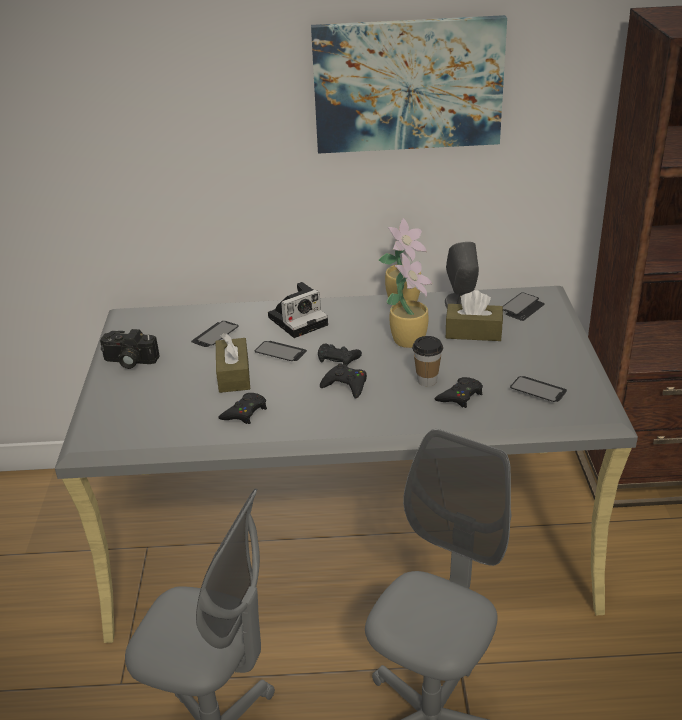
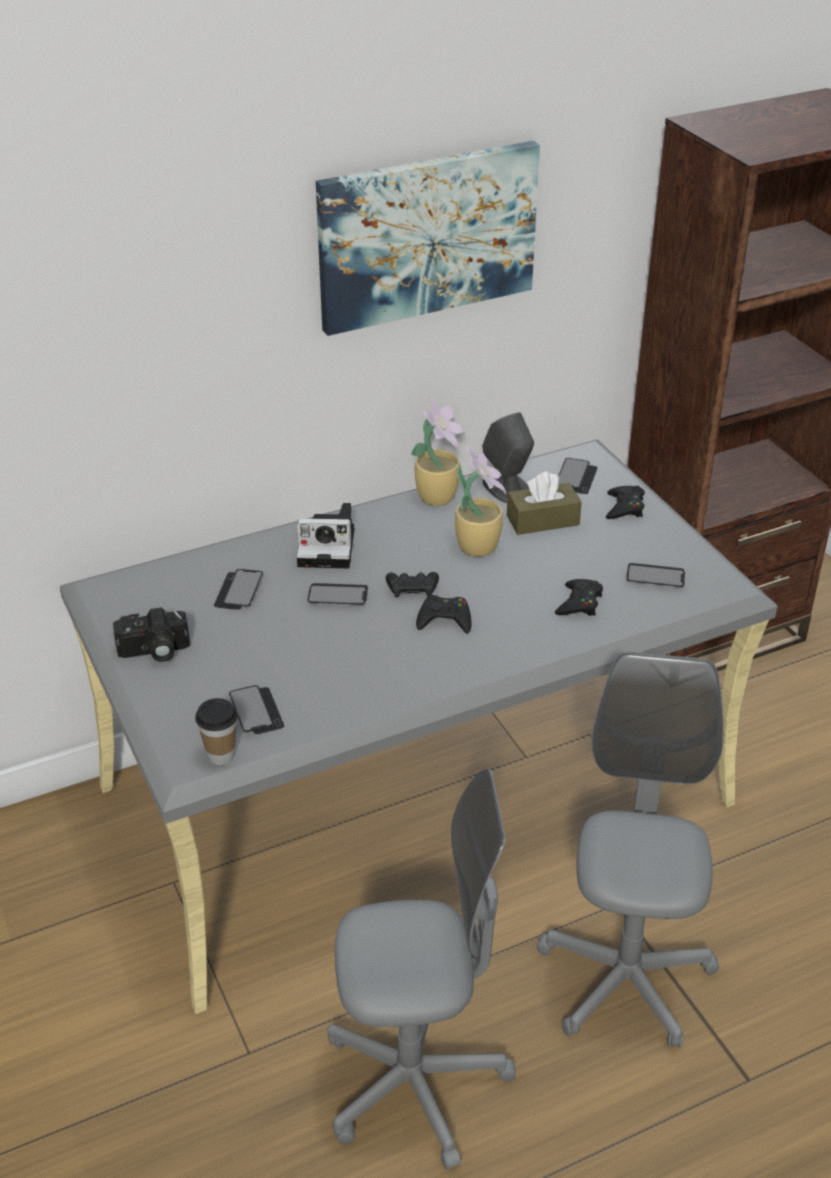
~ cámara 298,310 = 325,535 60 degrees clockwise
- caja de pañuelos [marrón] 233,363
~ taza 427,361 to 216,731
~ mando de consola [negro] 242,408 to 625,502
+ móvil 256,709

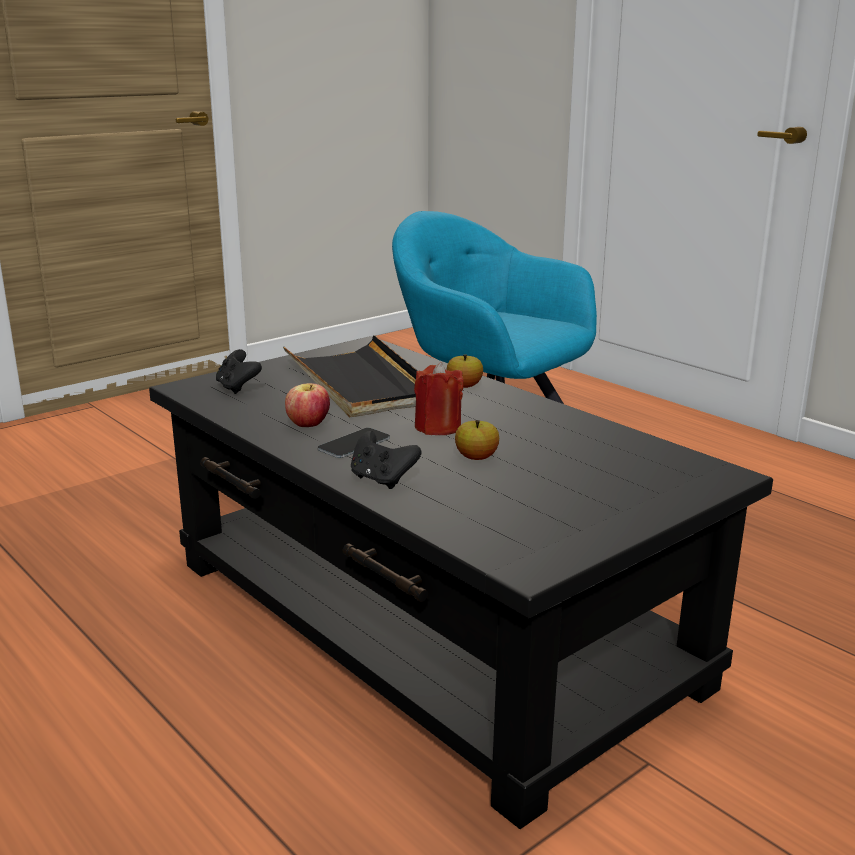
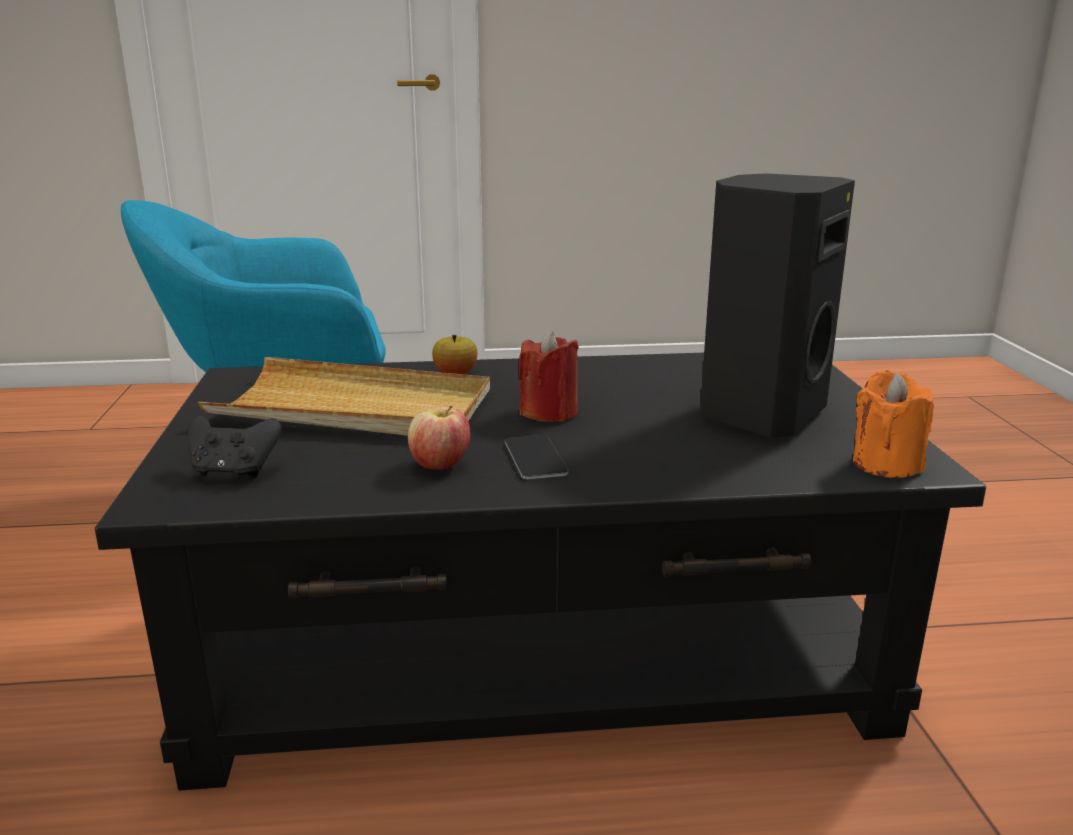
~ bandeja [negro] 350,376 to bandeja [beis] 344,396
- manzana 477,440
- mando de consola [negro] 386,460
+ altavoz [negro] 777,305
+ vela [naranja] 893,424

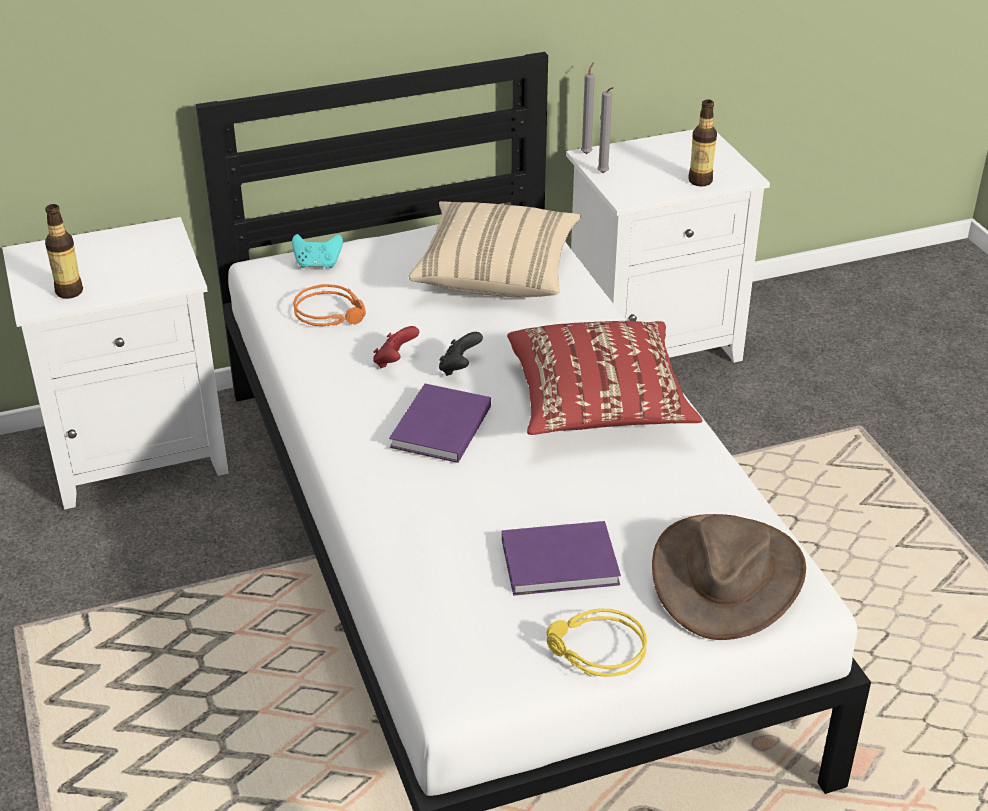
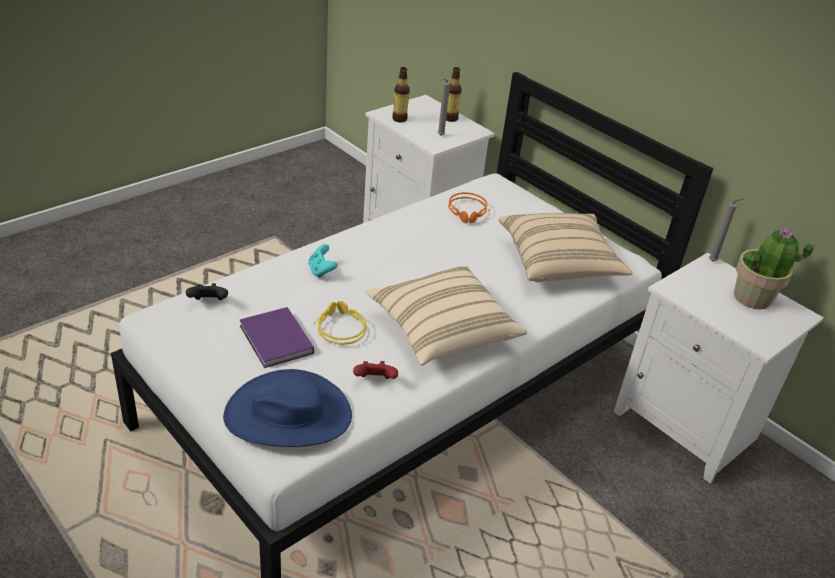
~ vela [gris] 605,130 to 444,107
~ botella 702,143 to 454,94
~ mando de consola [turquesa] 317,251 to 323,261
~ cojín [rojo] 604,378 to cojín [beis] 446,316
~ mando de consola [rojo] 396,347 to 375,370
~ mando de consola [negro] 461,354 to 207,291
- libro [morado] 440,423
~ sombrero [marrón] 729,577 to sombrero [azul] 287,408
~ auriculares [amarillo] 596,643 to 339,323
+ planta en maceta 774,269

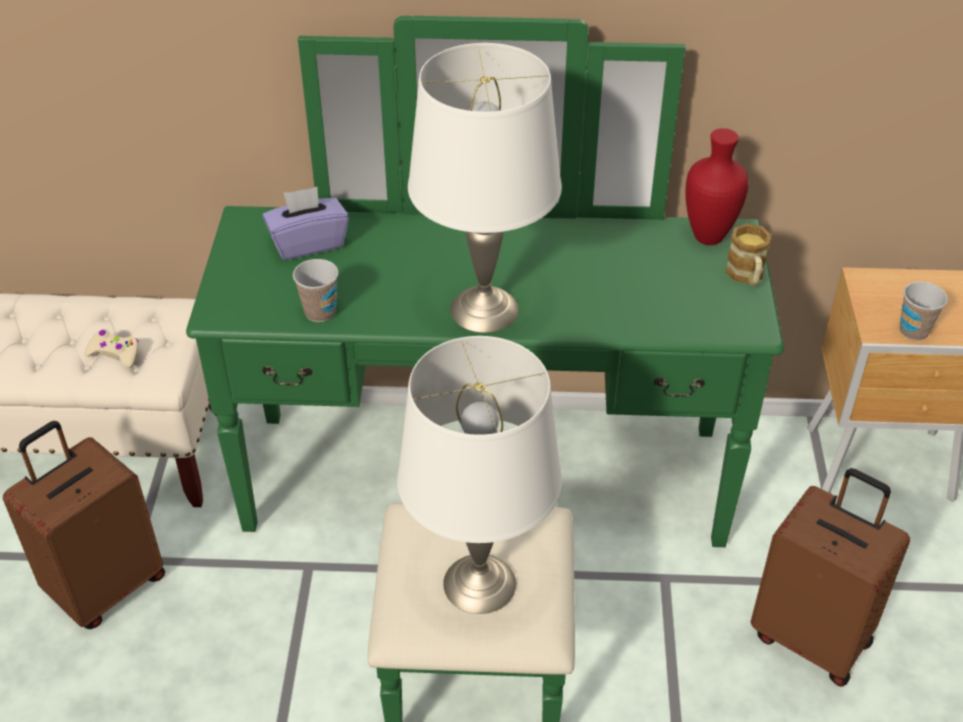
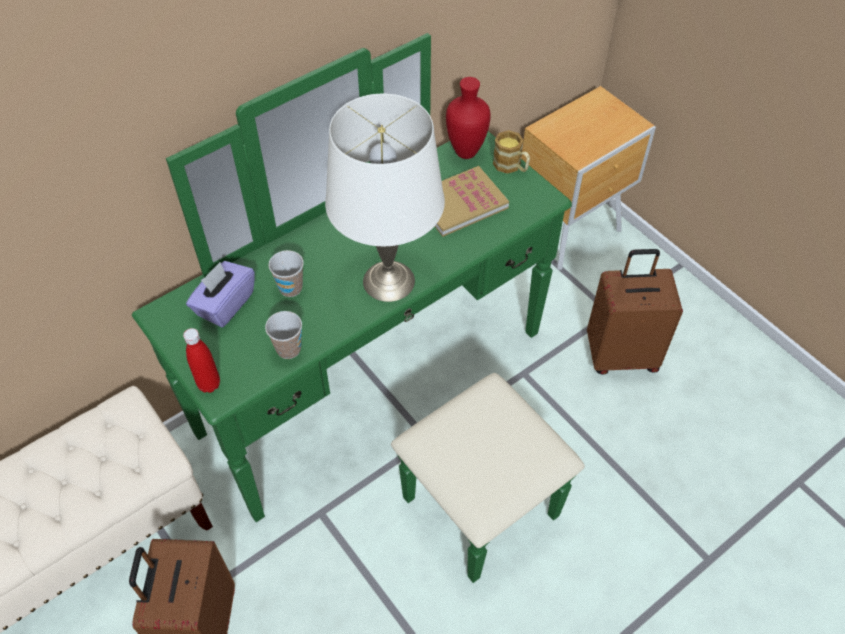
~ taza 924,311 to 286,273
- mando de consola [beis] 111,348
- lámpara de mesa [blanco] 479,475
+ libro 472,201
+ botella [rojo] 201,360

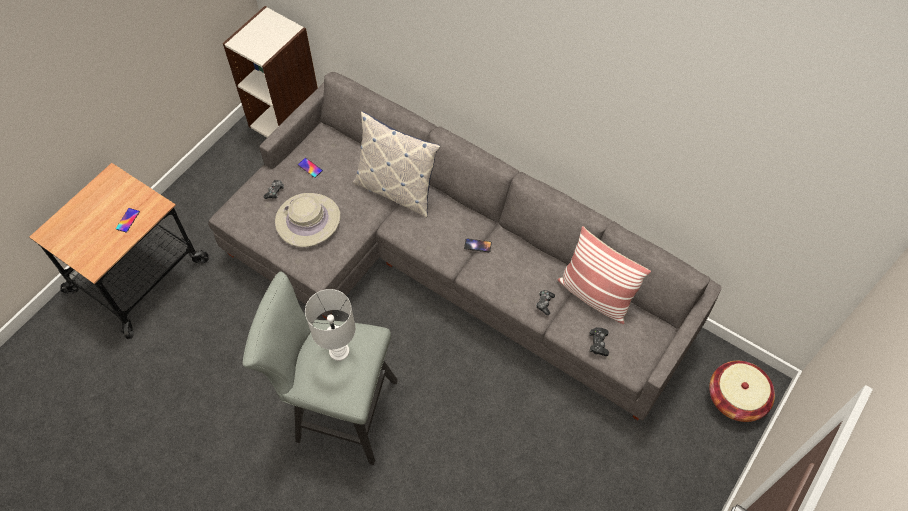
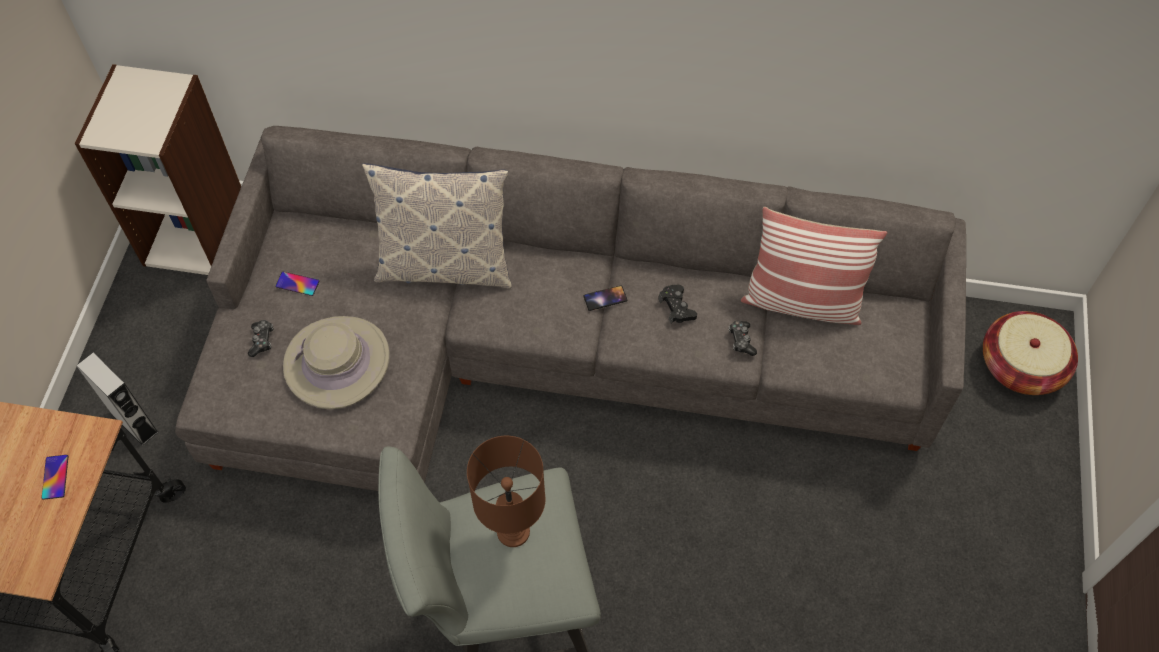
~ lámpara de mesa [blanco] 330,325 to lámpara de mesa [marrón] 506,491
~ mando de consola [negro] 599,341 to 677,304
+ altavoz [gris] 117,399

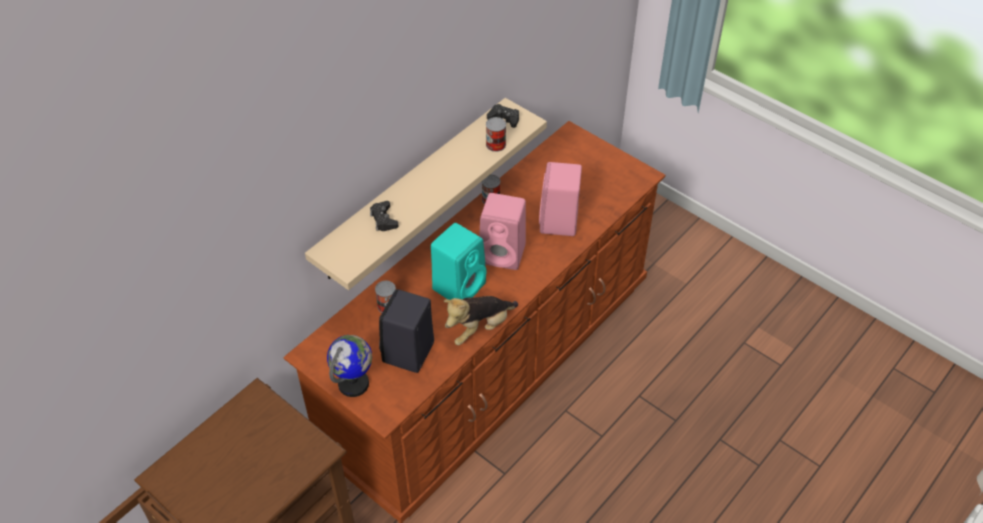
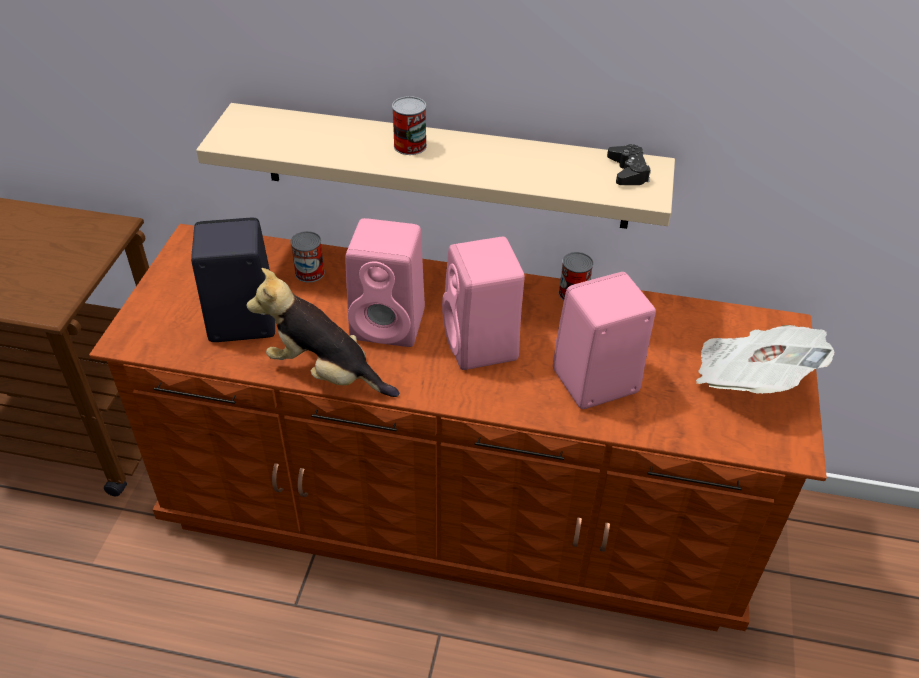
~ lata 496,134 to 409,125
- mando de consola [negro] 384,216
~ altavoz [turquesa] 459,261 to altavoz [rosa] 385,282
- globo terráqueo 349,366
+ periódico 765,359

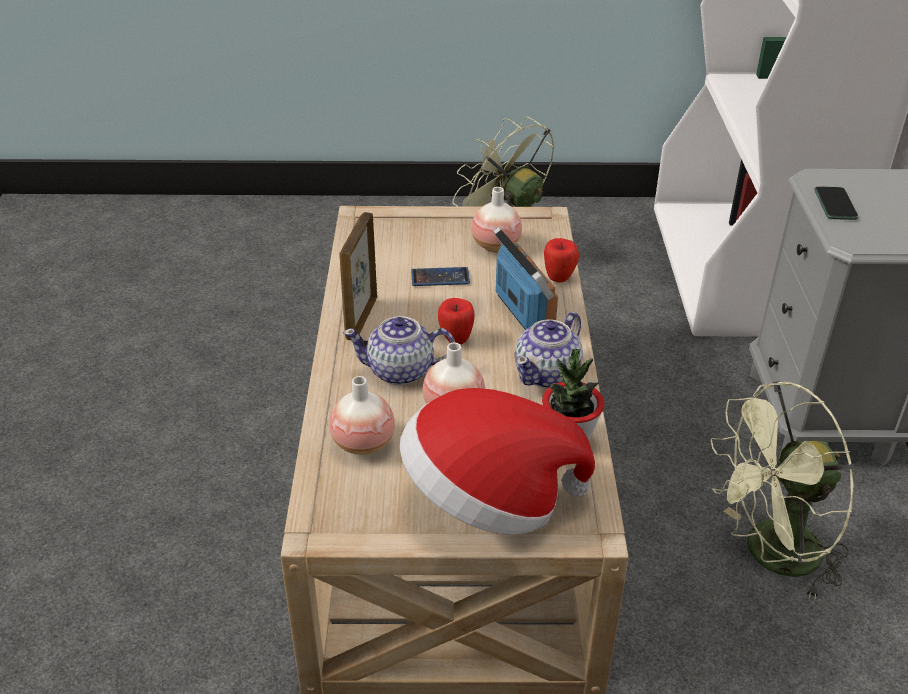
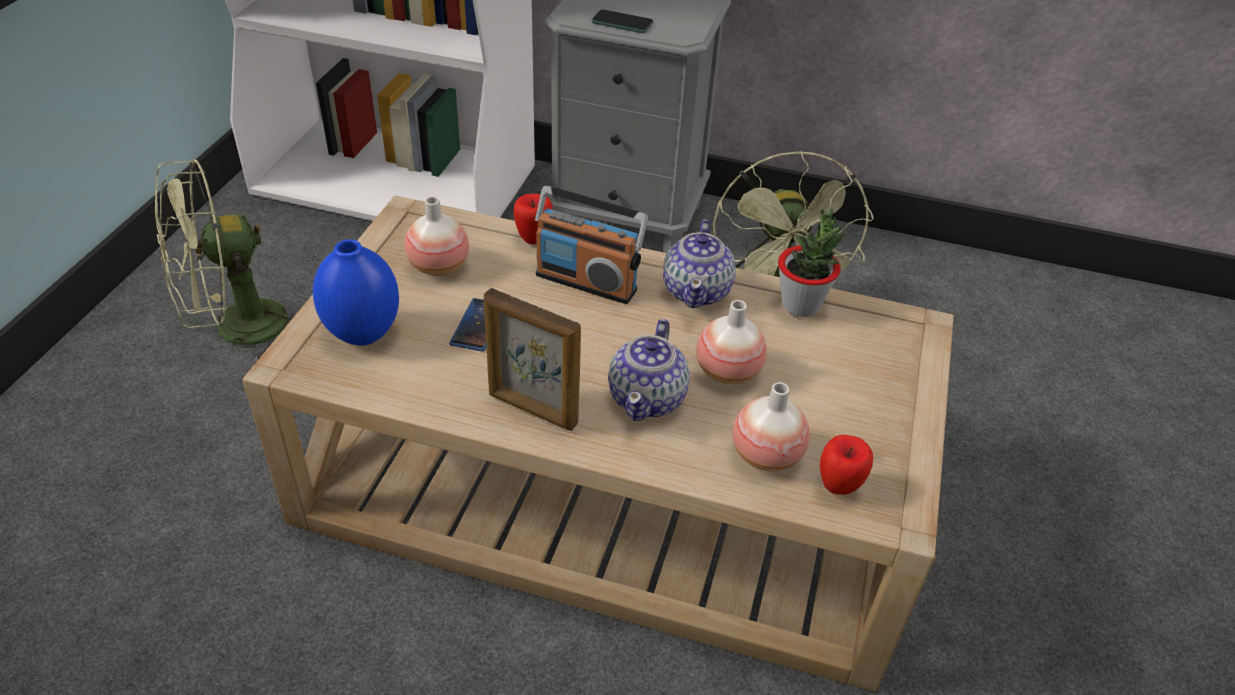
~ radio 525,278 = 591,245 150 degrees counterclockwise
~ manzana 456,321 to 846,465
~ tetera 549,350 = 699,263 45 degrees clockwise
- sombrero 497,461
+ florero [azul] 356,292

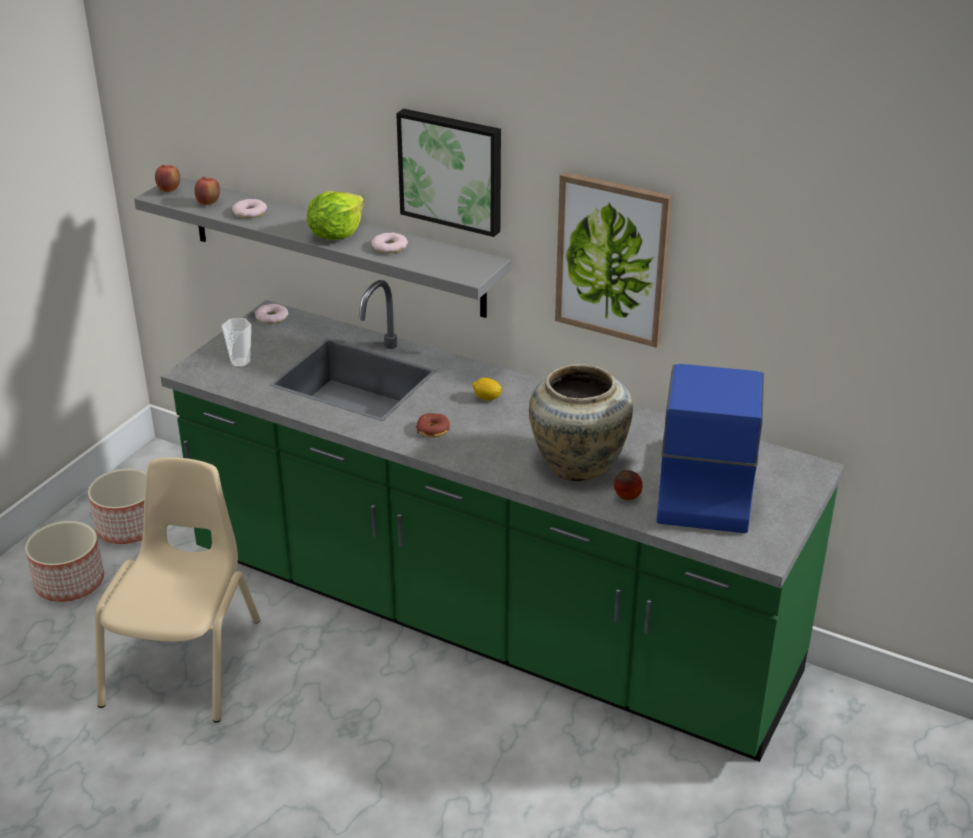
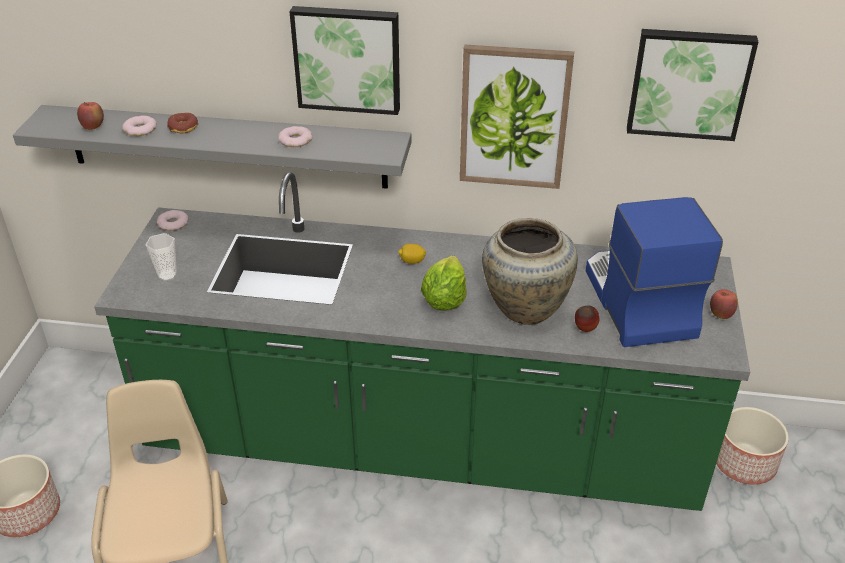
~ manzana 167,178 to 724,304
~ lechuga 335,215 to 444,283
~ rosquilla 433,425 to 182,123
~ maceta 117,506 to 752,446
+ cuadro 692,85

